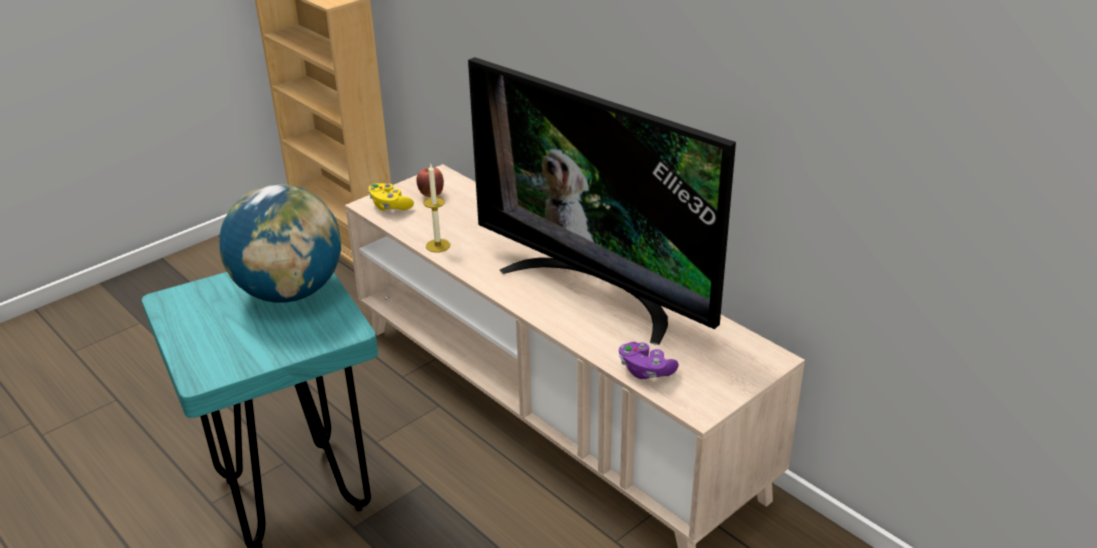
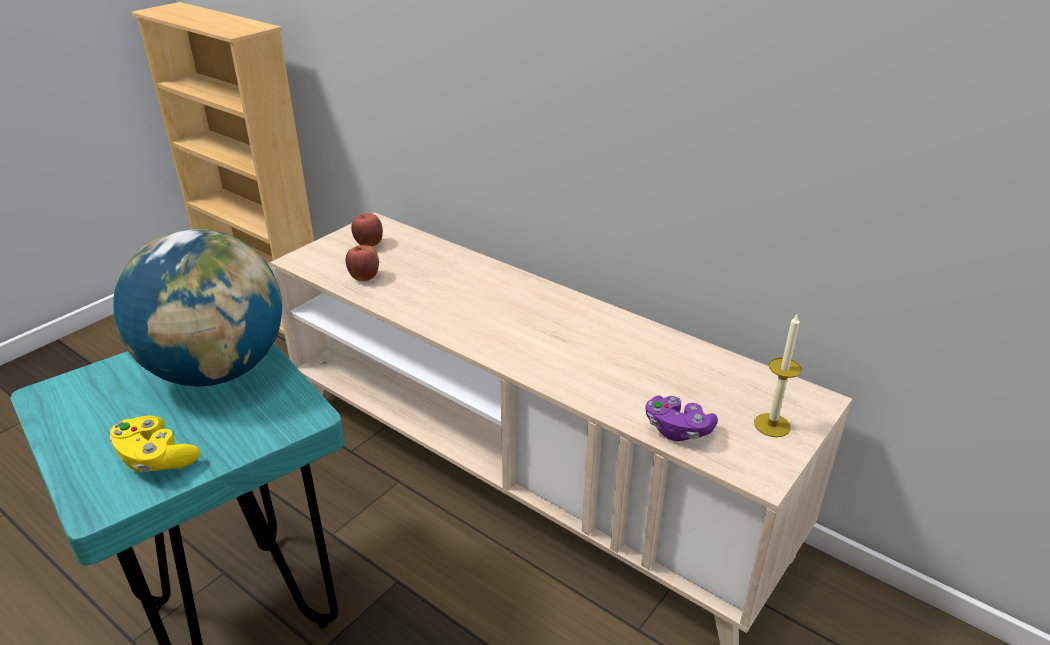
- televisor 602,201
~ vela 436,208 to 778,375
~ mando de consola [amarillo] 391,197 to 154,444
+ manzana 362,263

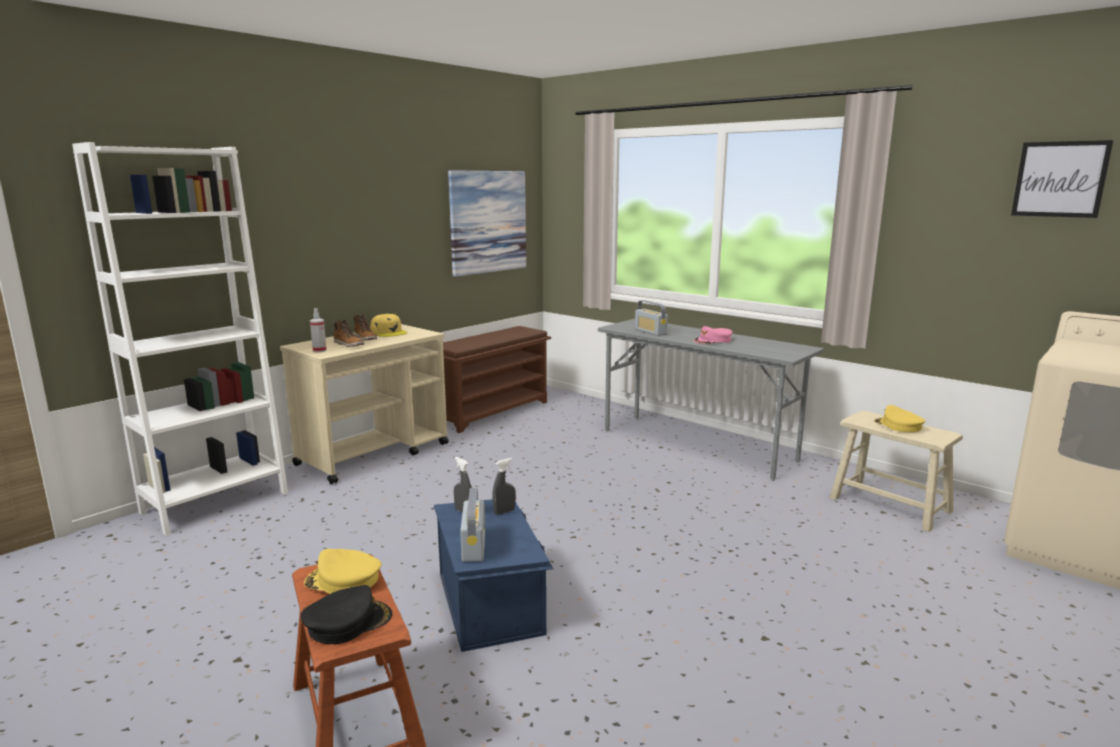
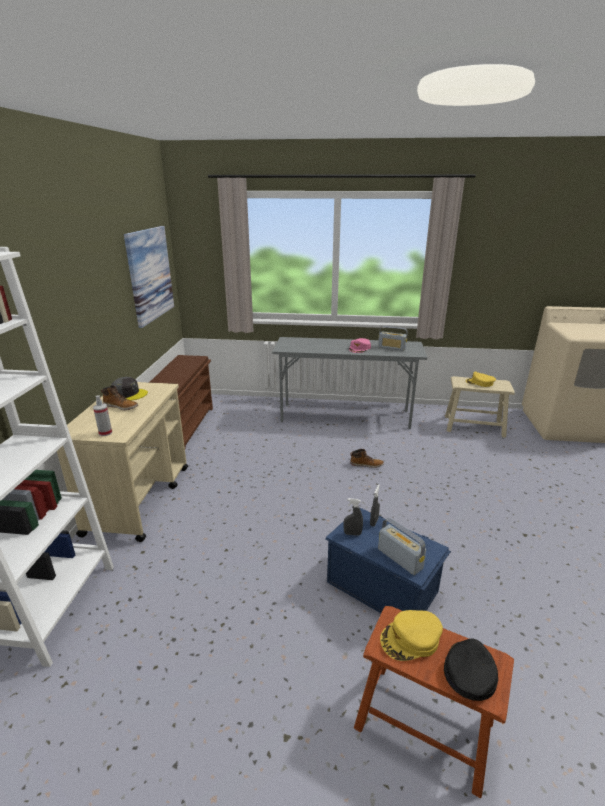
- cuadro 1062,179
~ radio 651,318 to 393,338
~ gorra [amarillo] 388,325 to gorra [gris] 129,389
~ bota 349,333 to 367,458

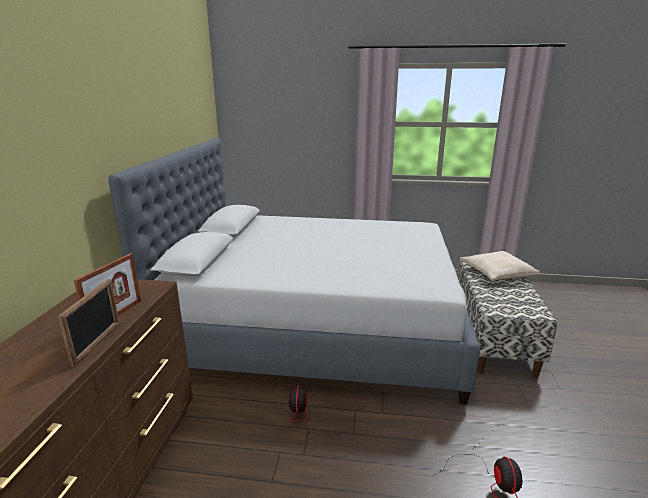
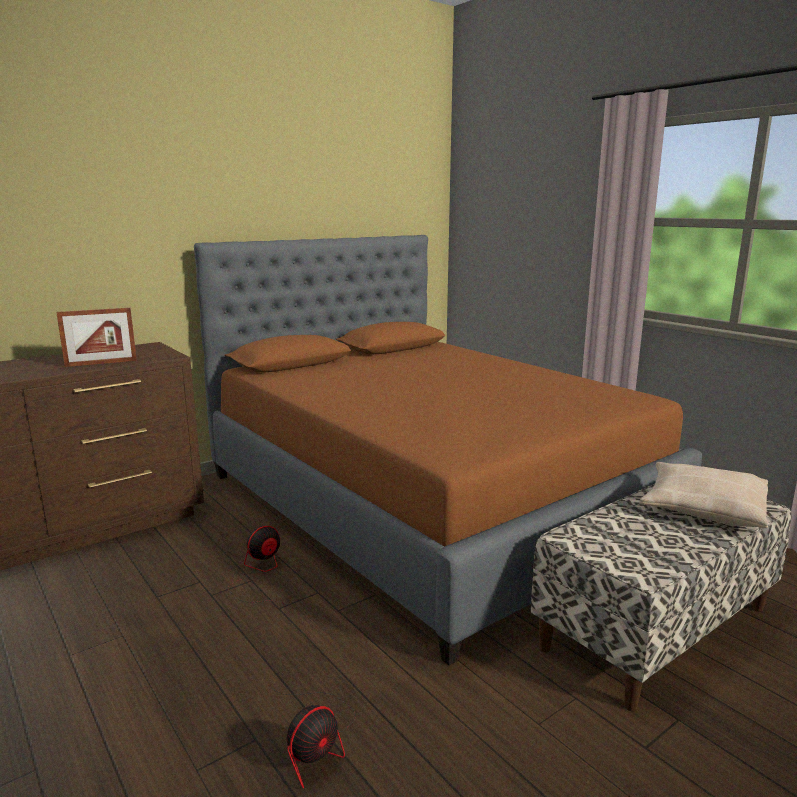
~ cama [gris] 294,271 to cama [marrón] 448,450
- portarretratos 89,323

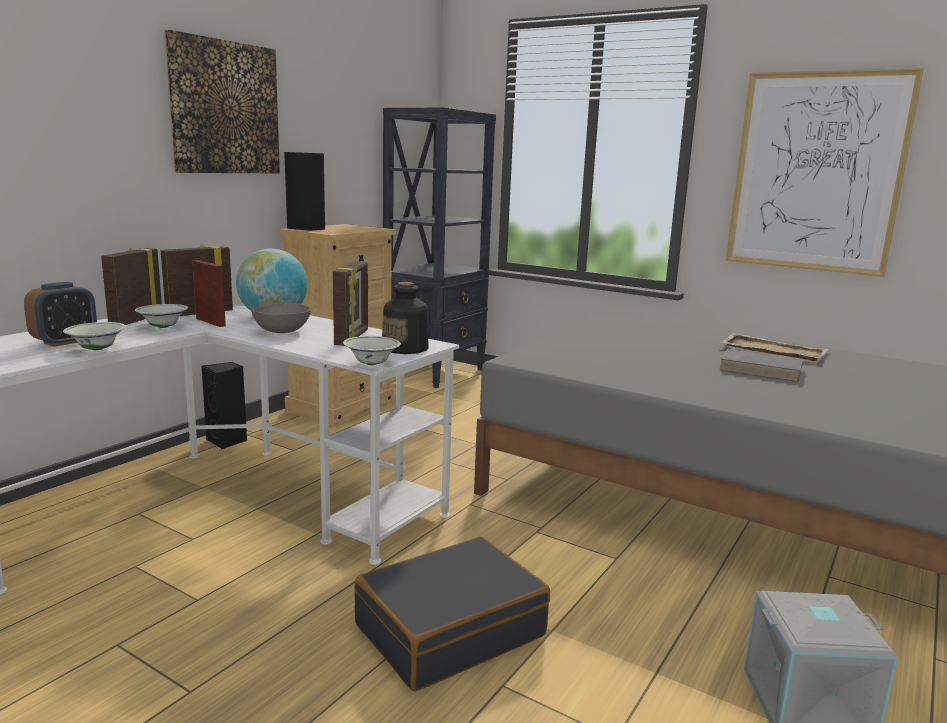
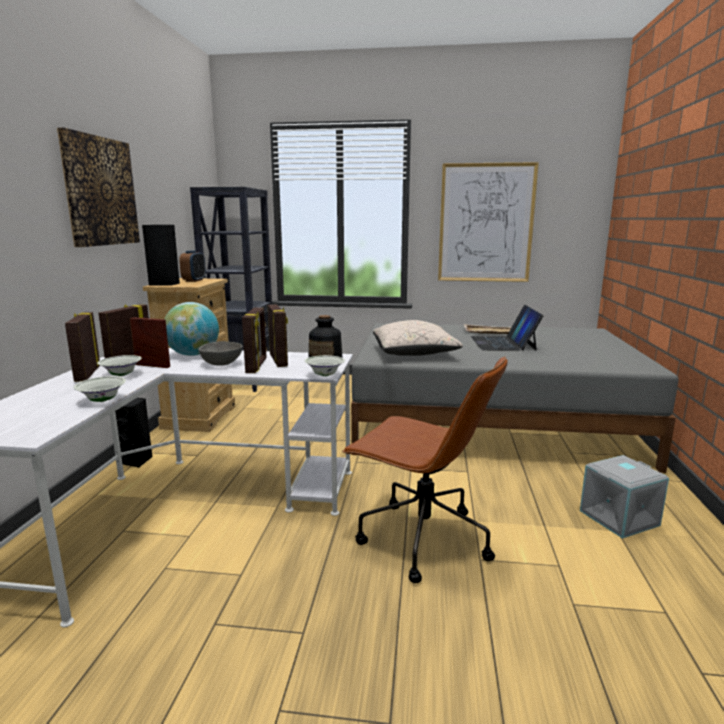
~ despertador 60,314 to 192,266
~ libro [gris] 761,365 to portátil 507,328
~ maleta [negro] 452,613 to silla de oficina [marrón] 425,469
+ portarretratos 254,340
+ cojín [beis] 418,338

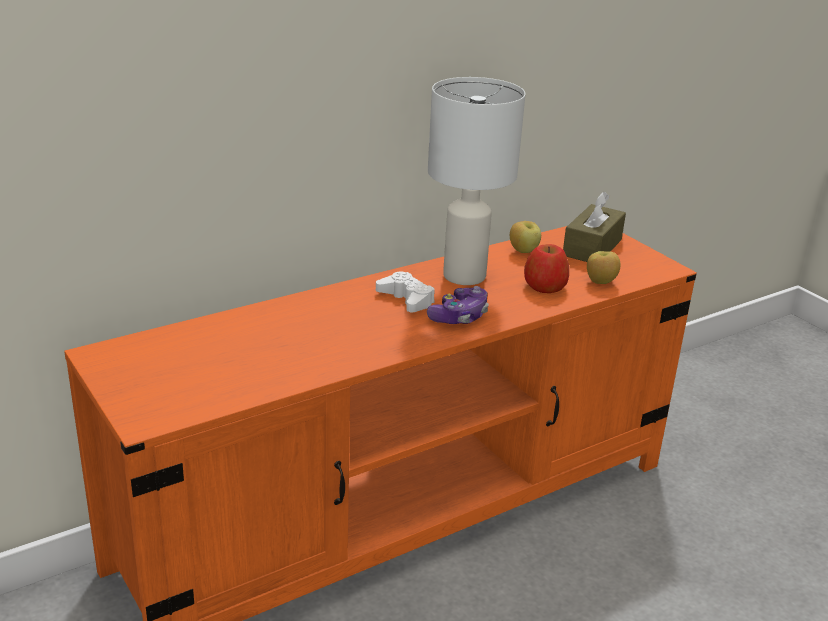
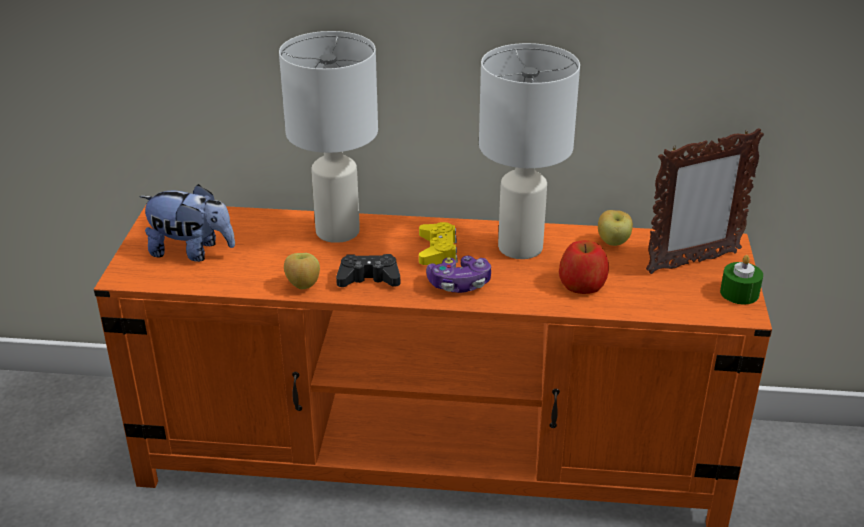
~ caja de pañuelos [marrón] 594,227 to portarretratos 705,201
~ manzana 604,267 to 302,271
~ mando de consola [blanco] 405,292 to mando de consola [amarillo] 438,243
+ lámpara de mesa [blanco] 328,137
+ peluche 187,223
+ mando de consola [negro] 368,270
+ vela [verde] 741,279

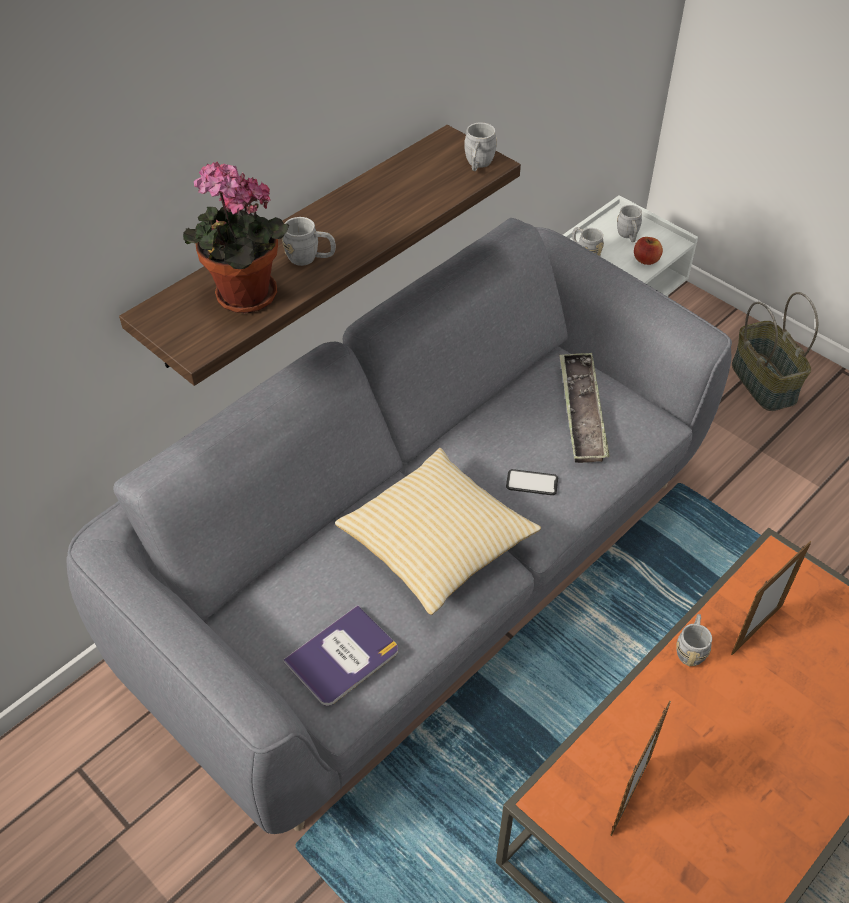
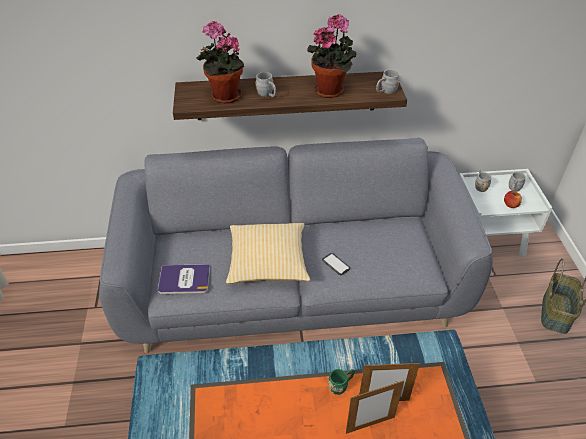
- bandeja 584,408
~ taza grande [gris] 694,640 to taza grande [verde] 341,382
~ portarretratos 641,768 to 375,407
+ planta en maceta 331,56

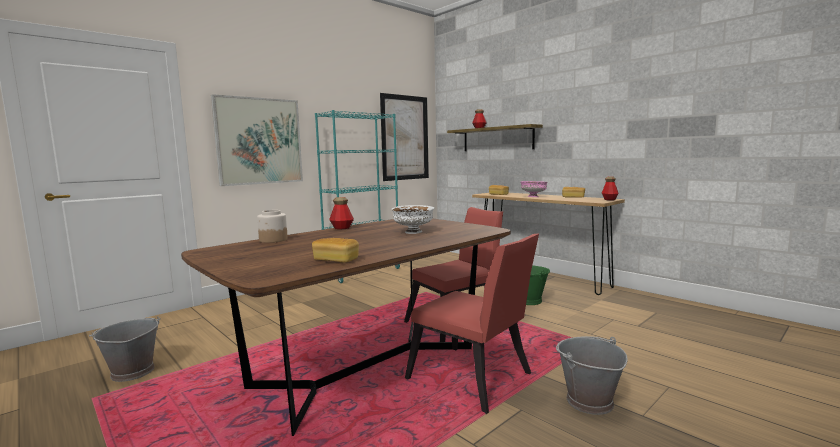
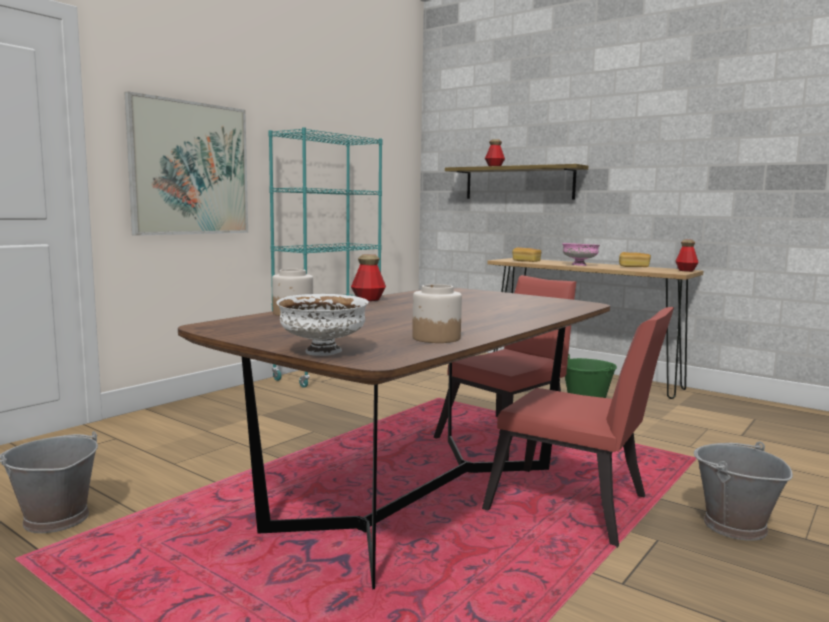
- cuadro 404,137
~ cuenco [blanco] 412,219 to 322,325
~ pan 335,250 to tarro 437,313

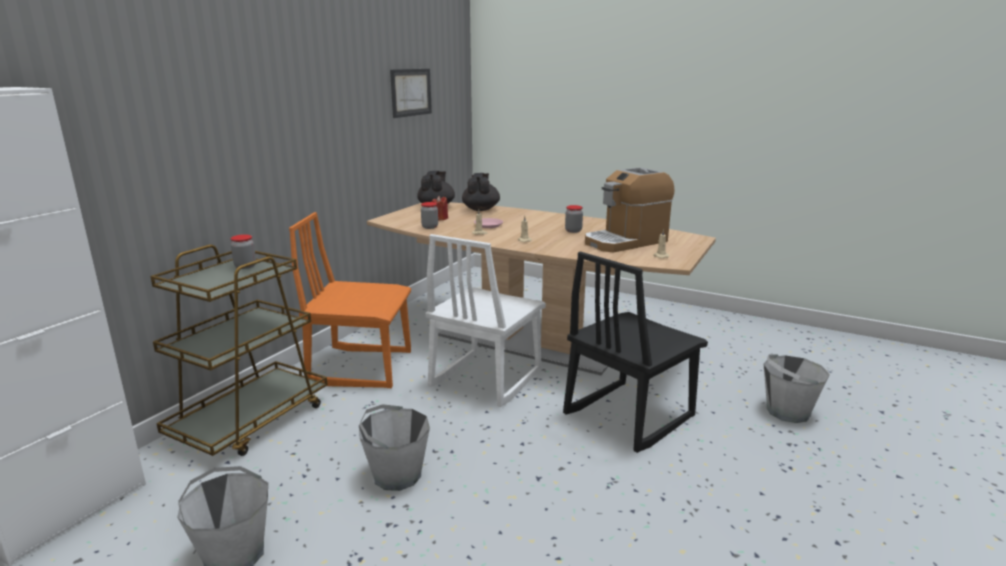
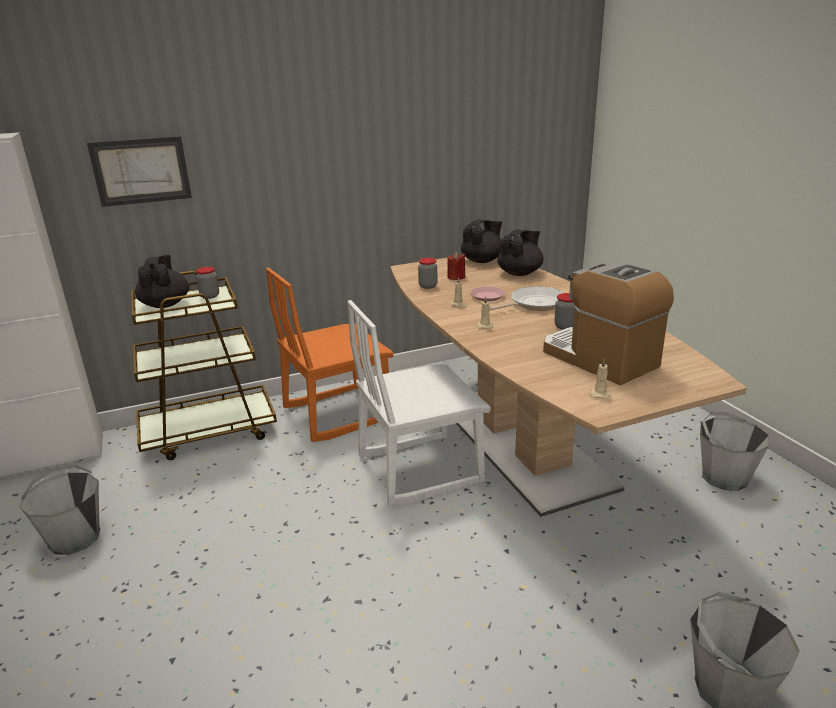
~ cuadro 411,93 to 139,171
~ cafetera 630,210 = 608,323 45 degrees clockwise
~ silla [naranja] 350,300 = 330,354 75 degrees counterclockwise
- silla [negro] 635,352
~ cubo [gris] 394,447 to 734,451
+ tetera [negro] 162,281
+ sartén 527,298

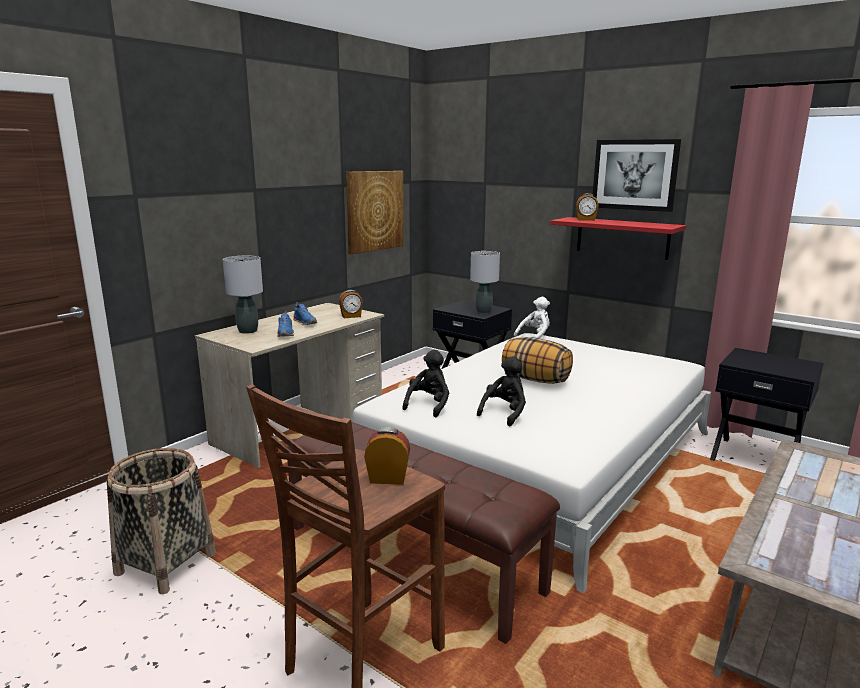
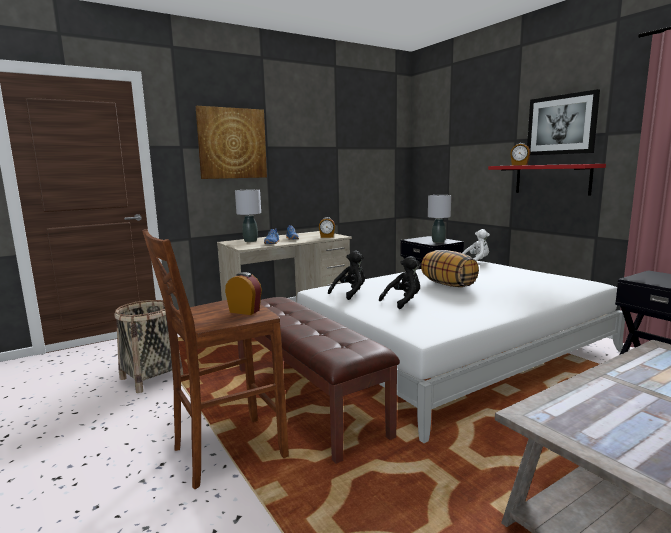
~ cuadro 374,212 to 231,142

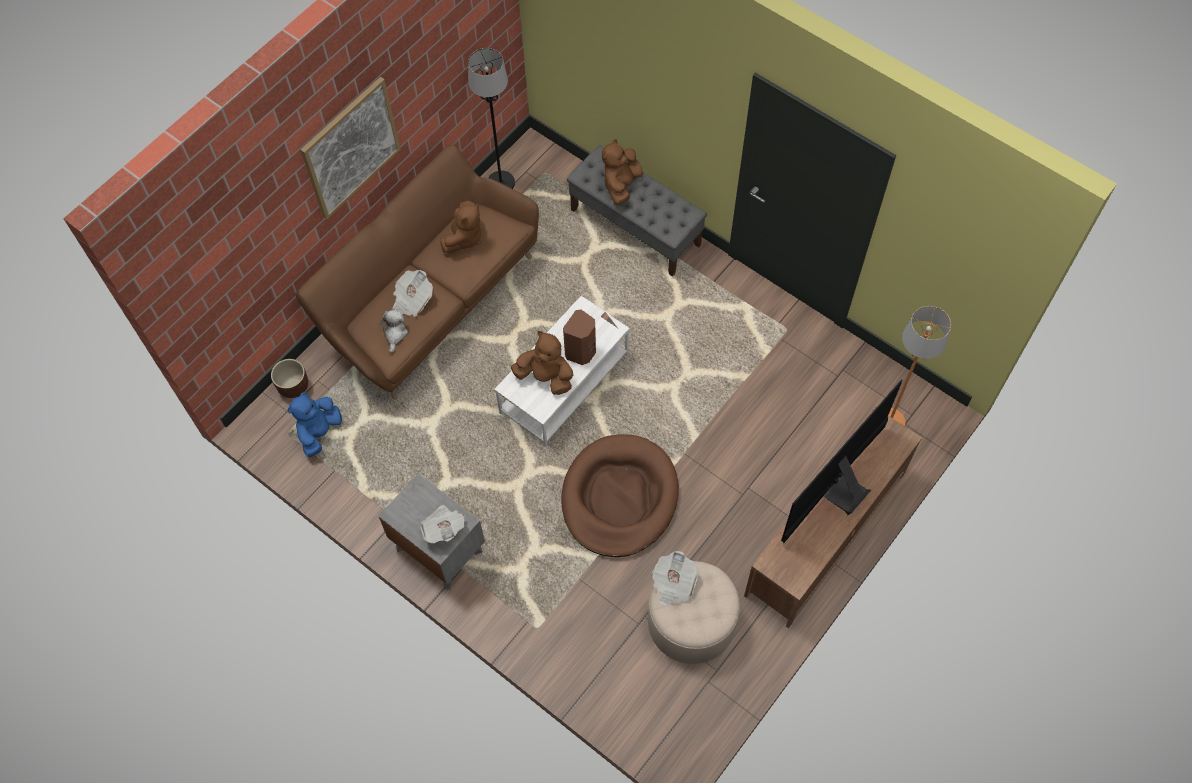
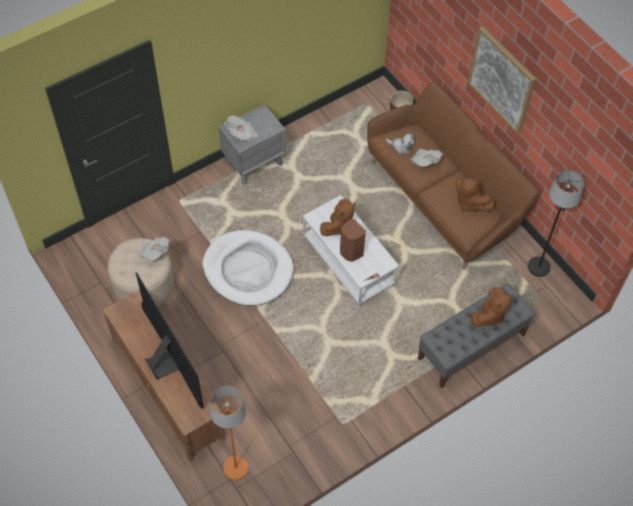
~ peluche [marrón] 622,172 = 492,307 90 degrees clockwise
- peluche [azul] 315,424
~ cama para perro [marrón] 620,495 to cama para perro [blanco] 248,268

